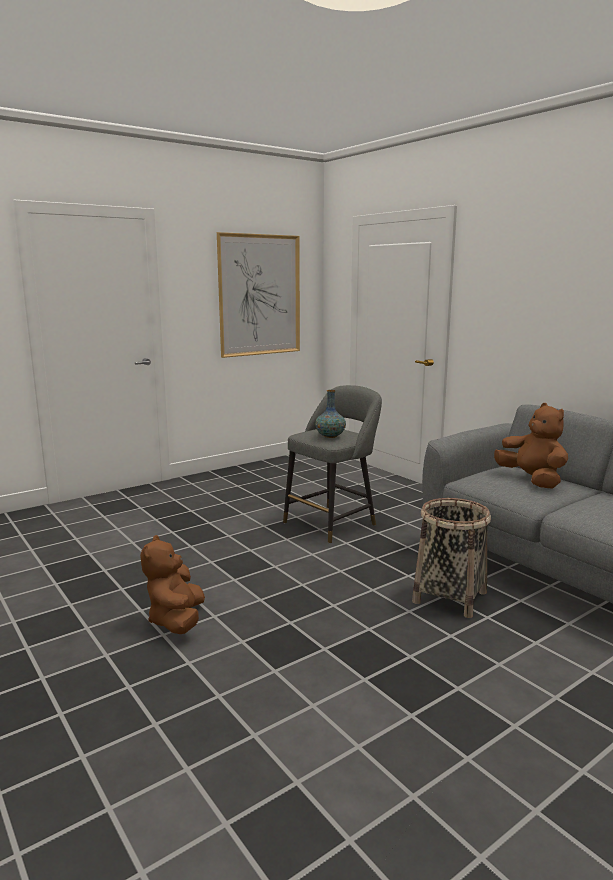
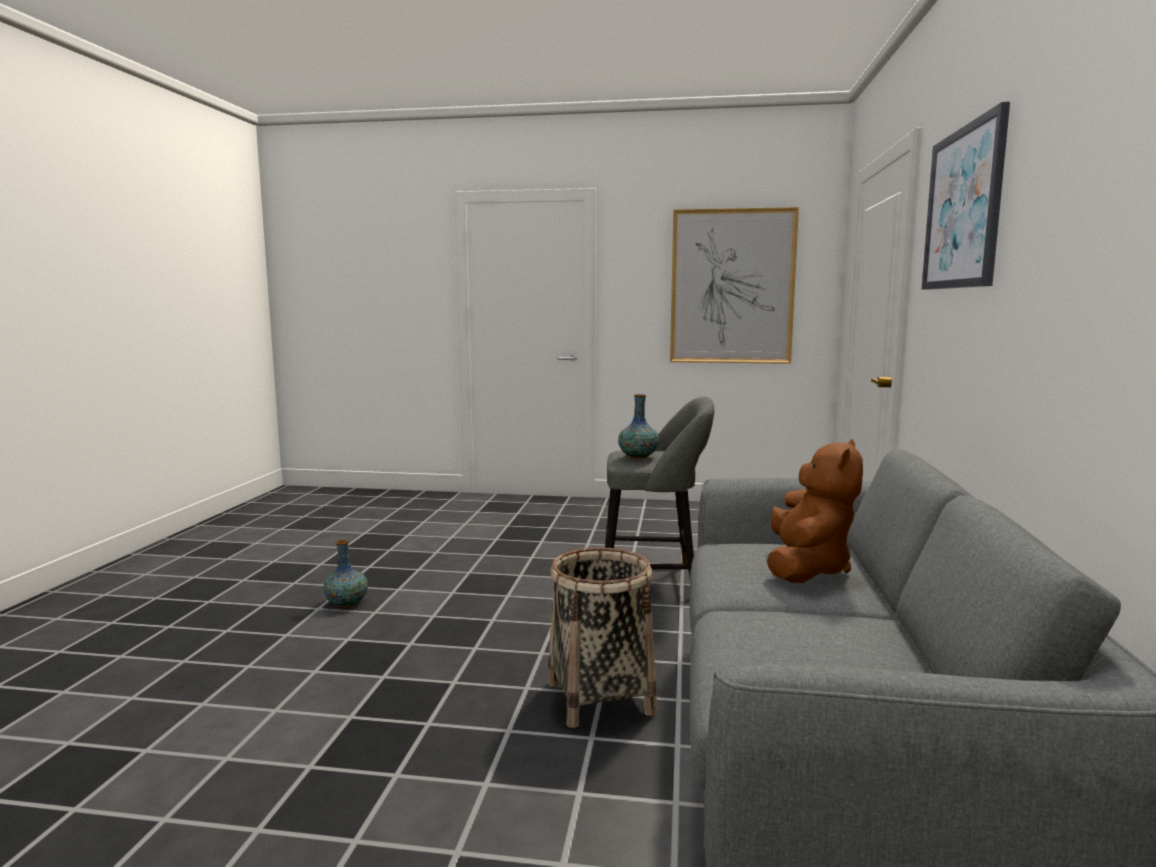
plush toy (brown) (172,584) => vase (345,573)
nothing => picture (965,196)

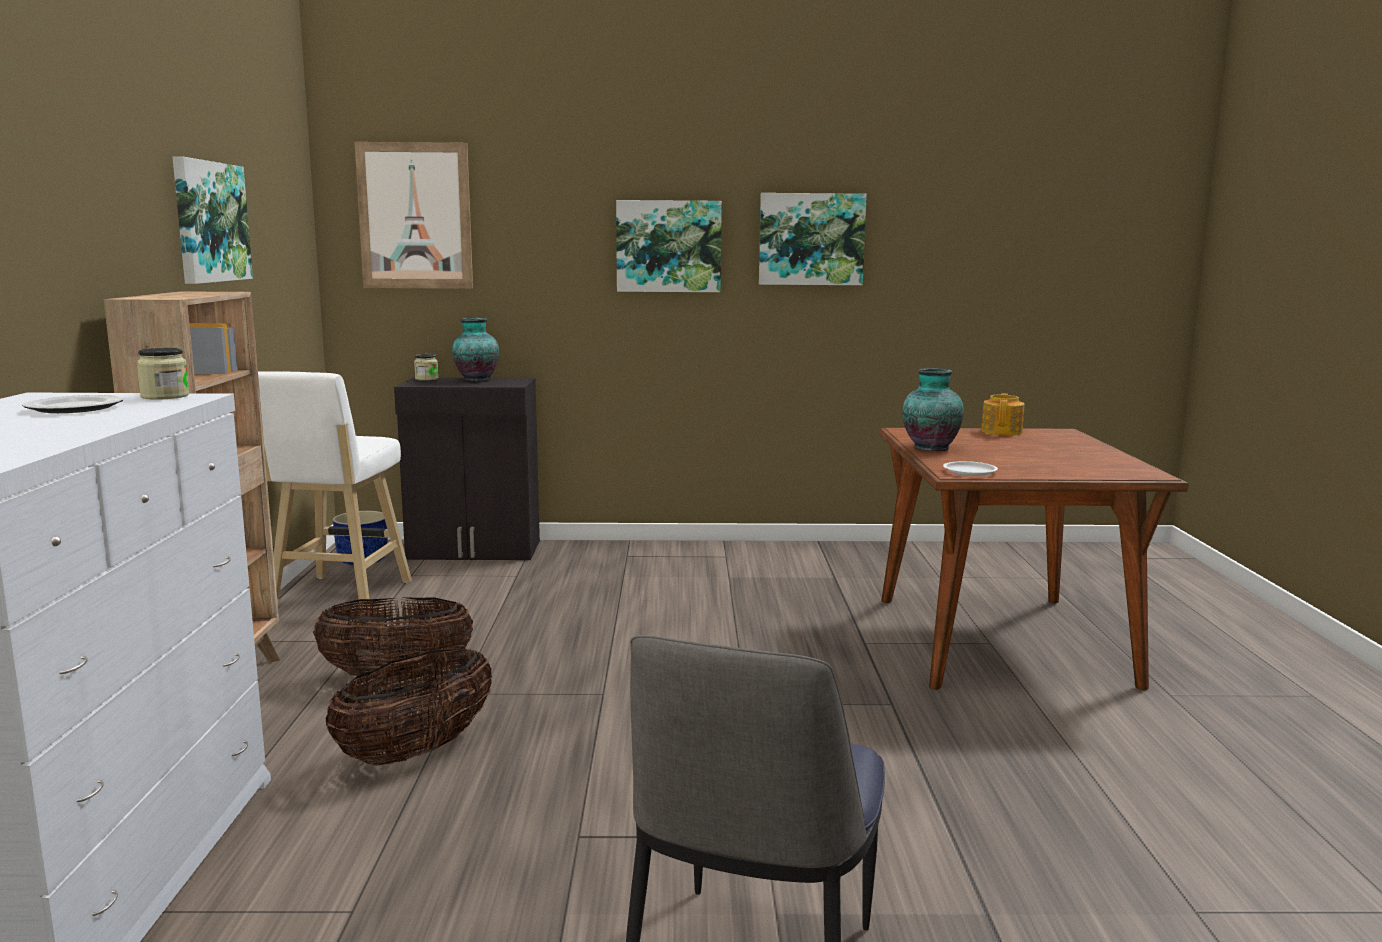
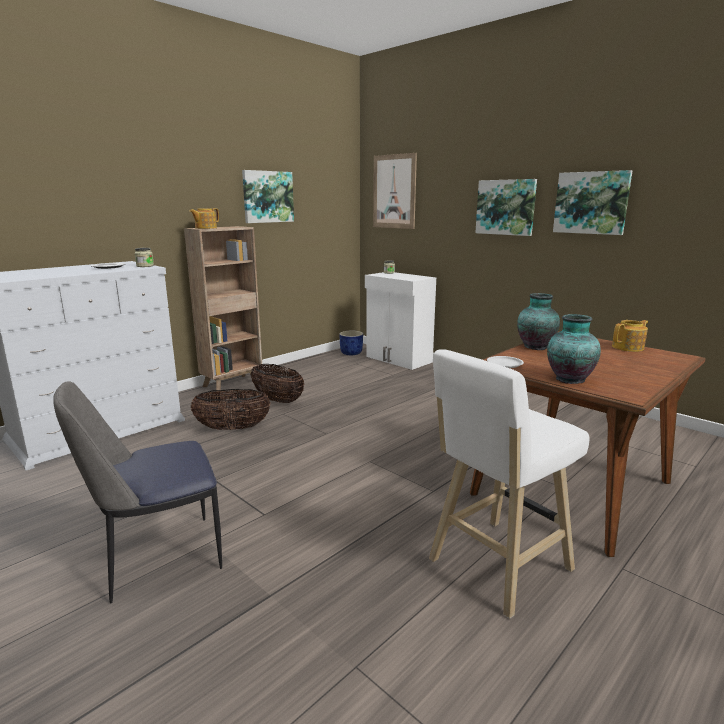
stool (white) (335,492) => stool (white) (509,484), move
cabinet (black) (467,468) => cabinet (white) (400,321)
vase (475,350) => vase (574,349), move
nothing => teapot (204,218)

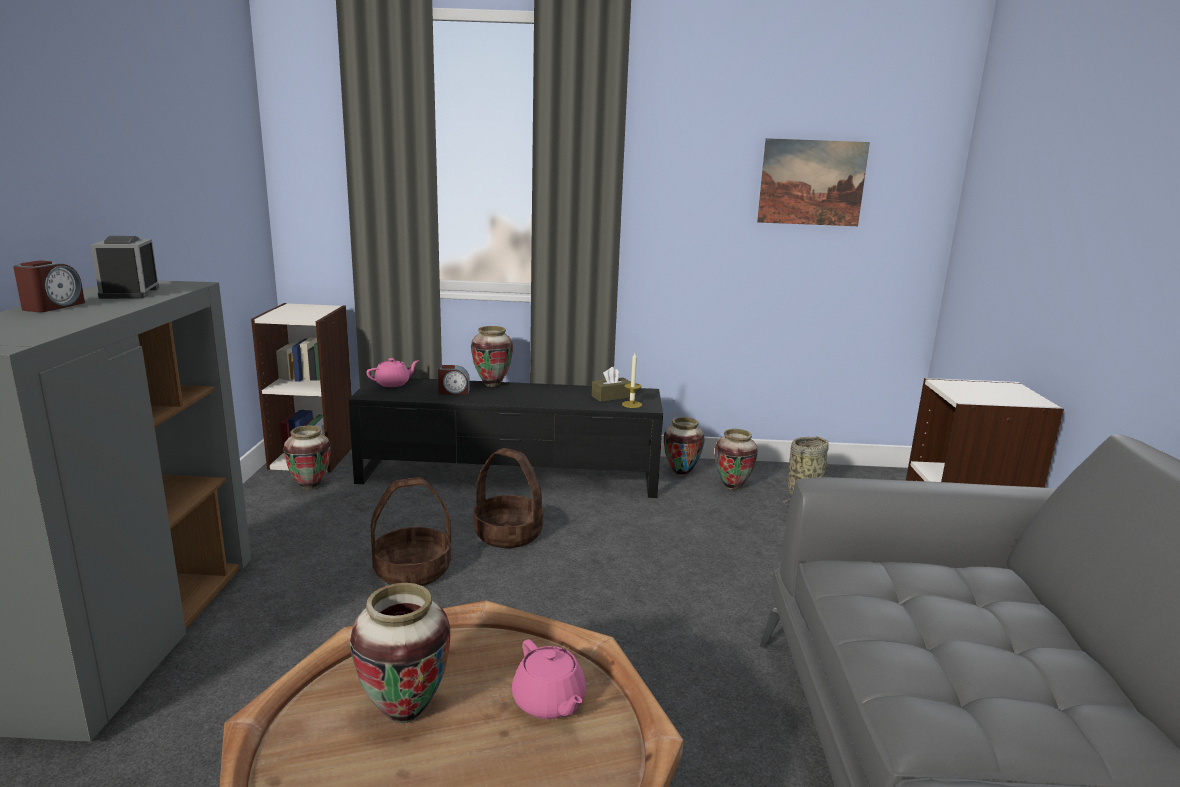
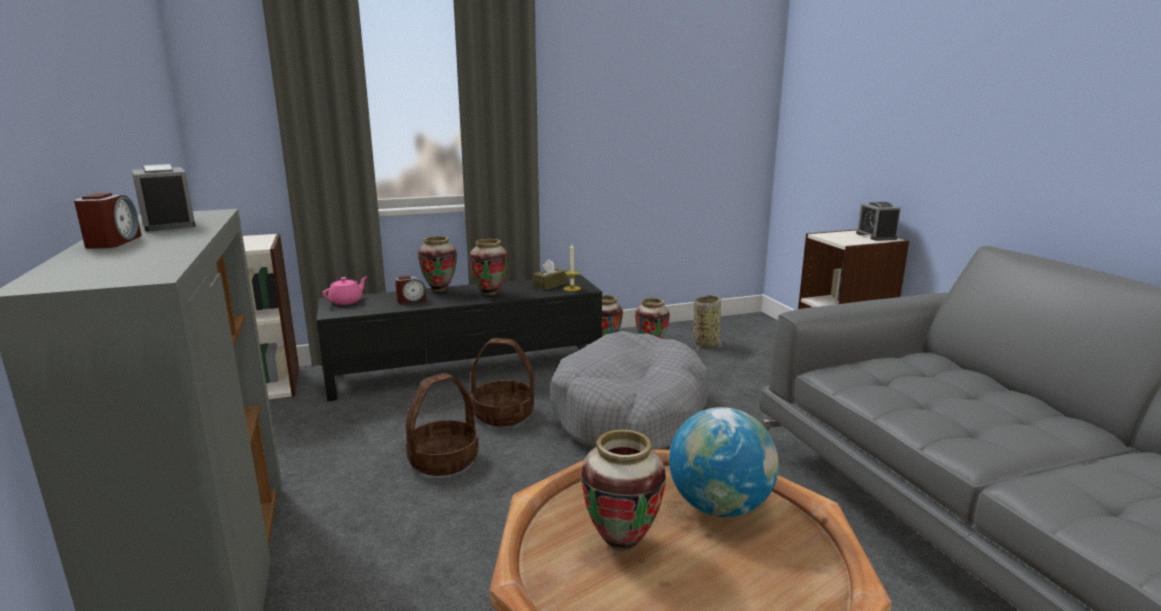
vase (307,458) => vase (488,267), move
teapot (pink) (549,679) => globe (724,462)
picture (813,182) => nothing
nothing => dog bed (grey) (629,390)
nothing => alarm clock (878,221)

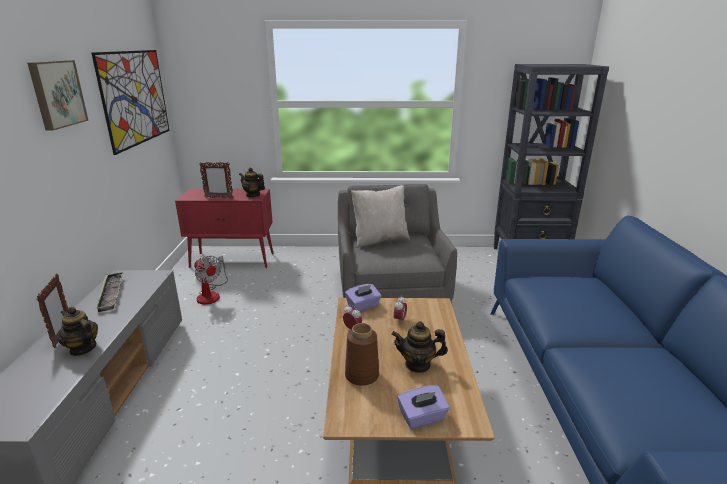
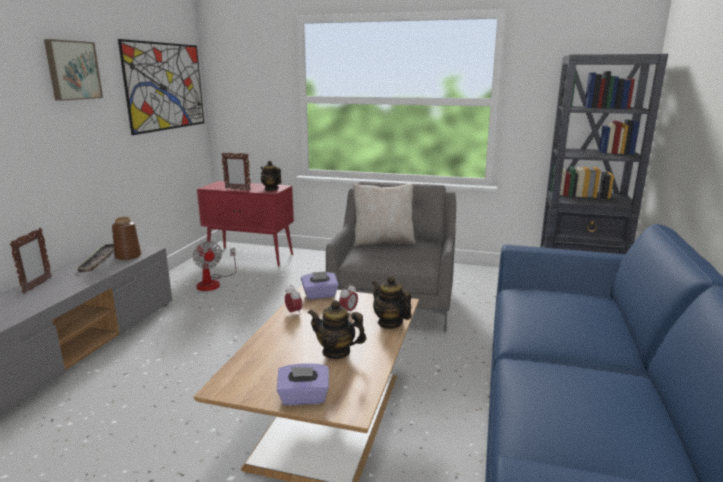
teapot (78,331) => teapot (392,302), move
vase (brown) (362,354) => vase (brown) (126,238), move

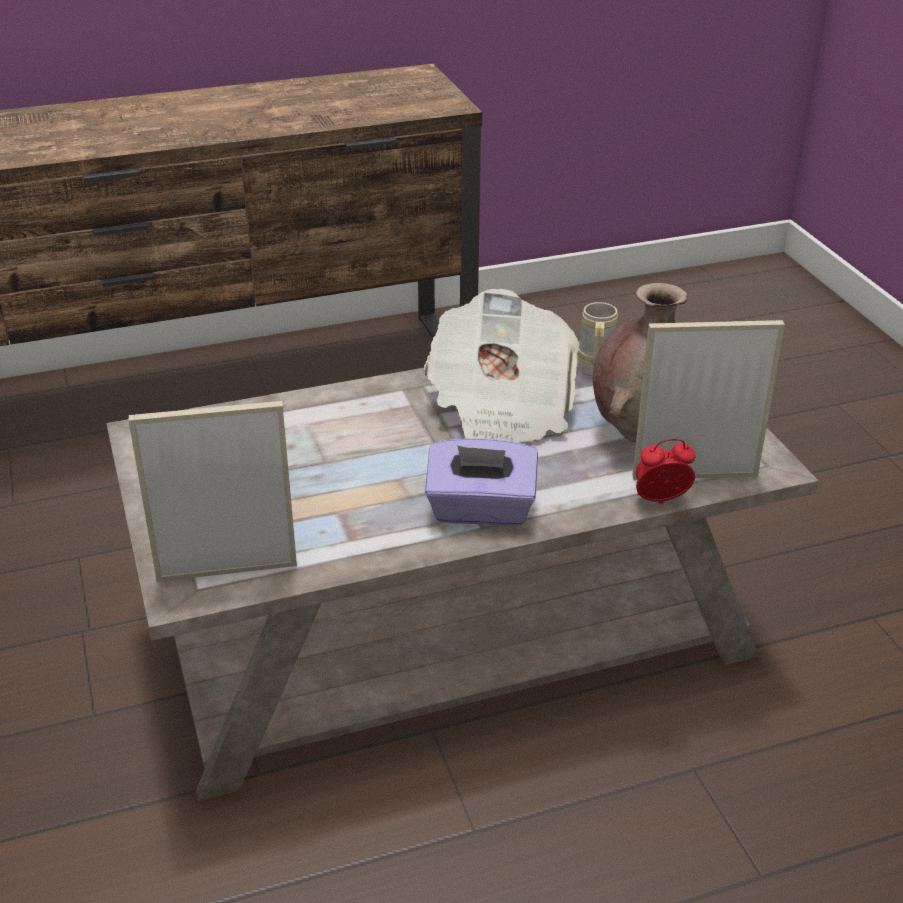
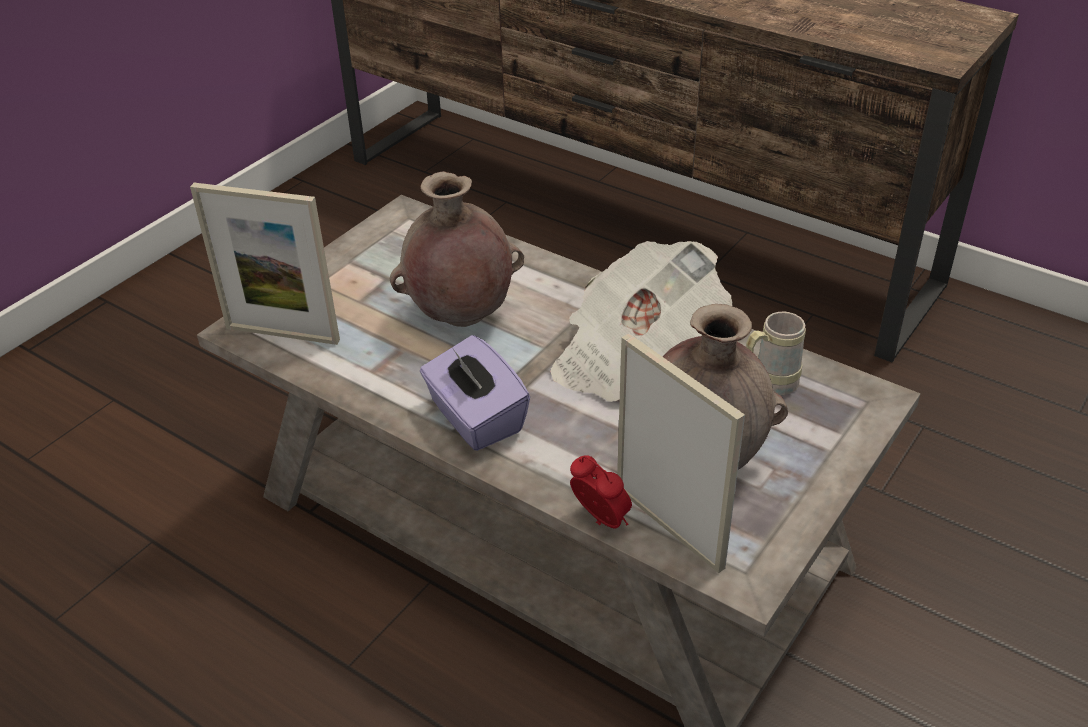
picture frame (212,491) => picture frame (265,264), 150 degrees clockwise
nothing => vase (brown) (457,249)

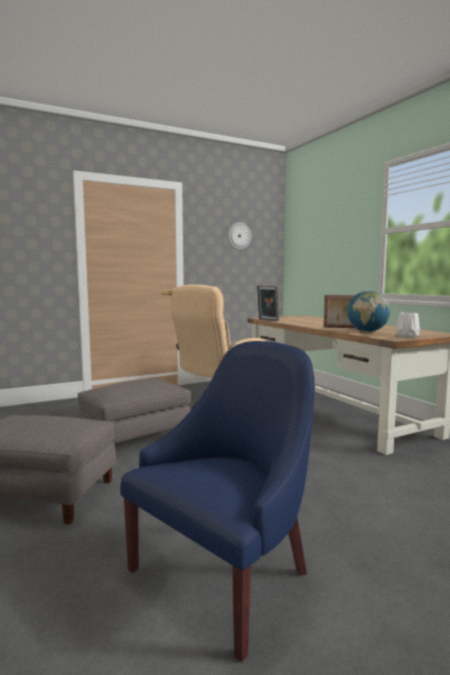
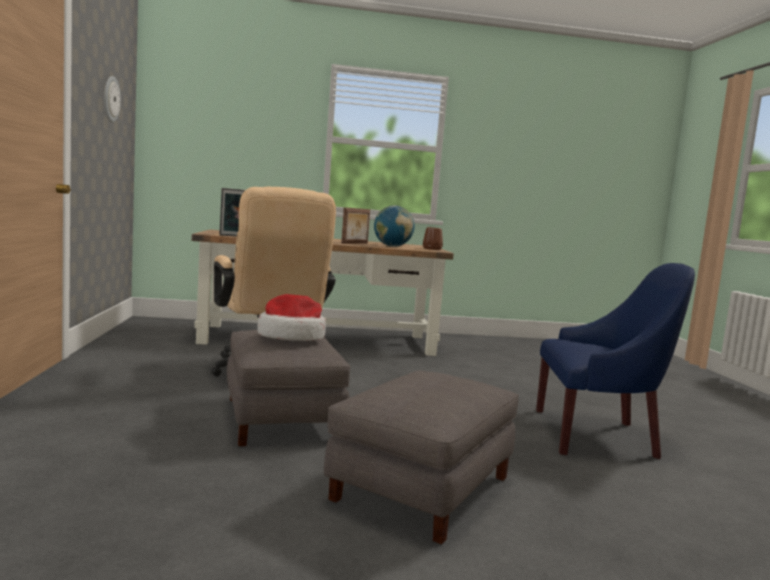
armchair (blue) (217,501) => armchair (blue) (615,361), 120 degrees clockwise
vase (white) (407,325) => vase (brown) (433,238)
nothing => hat (291,317)

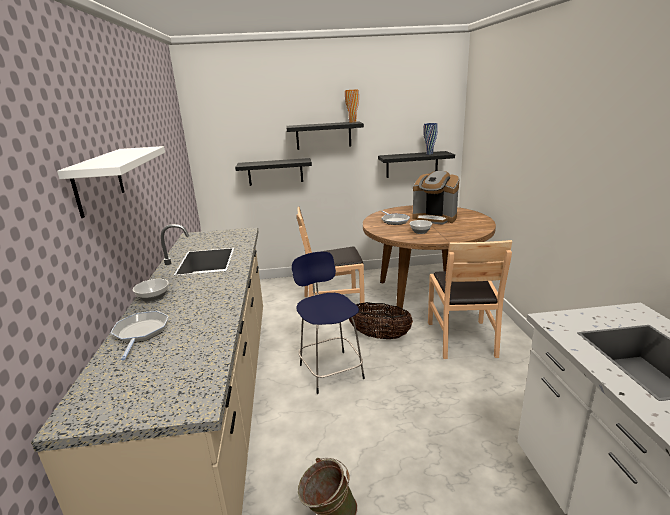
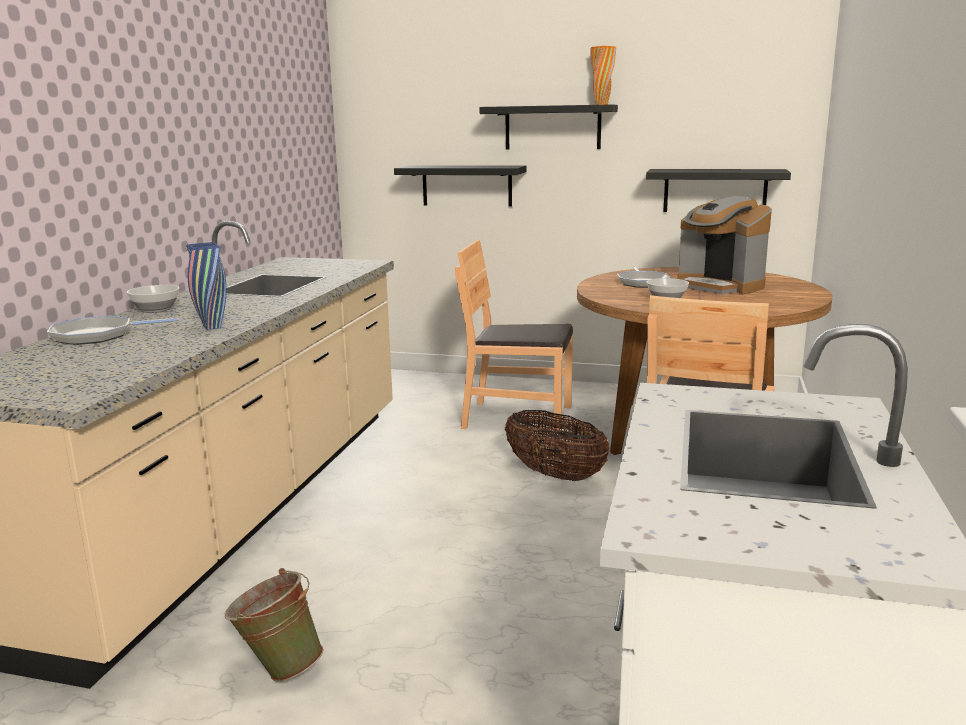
shelf (white) (111,182) => nothing
frying pan (139,336) => frying pan (113,330), 120 degrees counterclockwise
stool (blue) (328,323) => nothing
vase (blue) (430,139) => vase (blue) (206,286), move

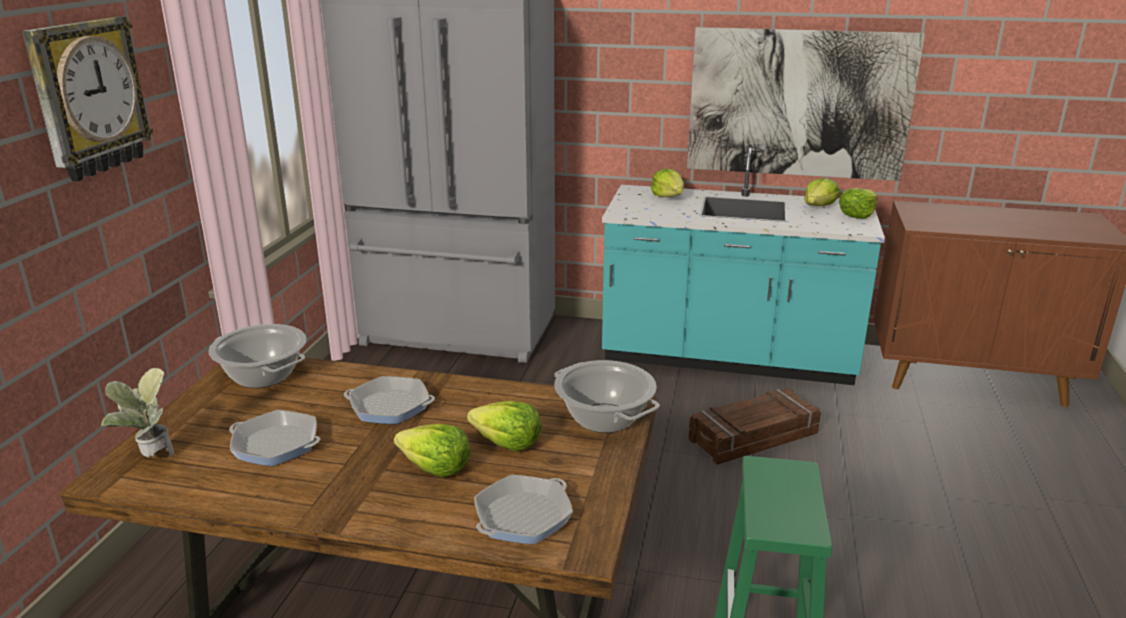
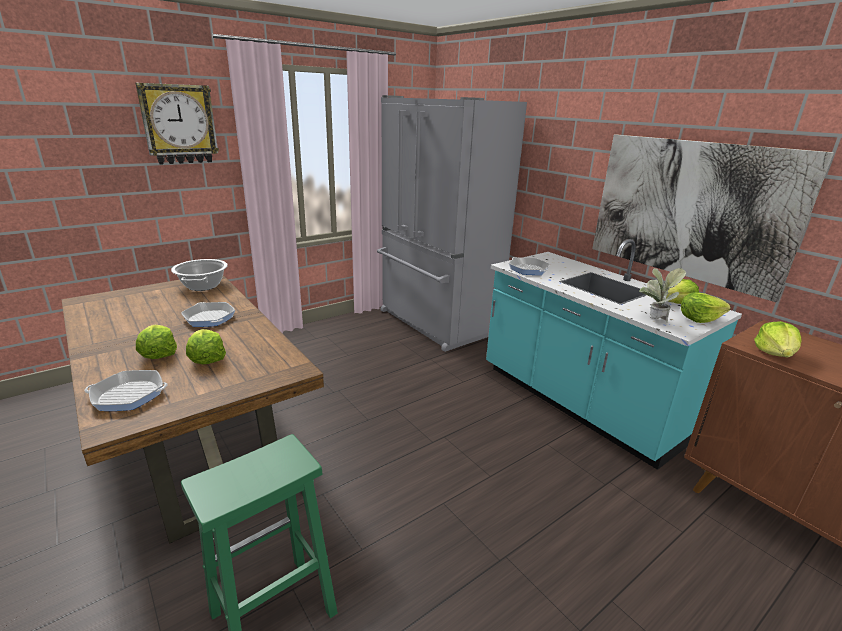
potted plant (137,412) => potted plant (663,295), move
frying pan (274,438) => frying pan (529,266), move
cooking pot (607,396) => nothing
lettuce (667,183) => lettuce (778,339), move
crate (754,426) => nothing

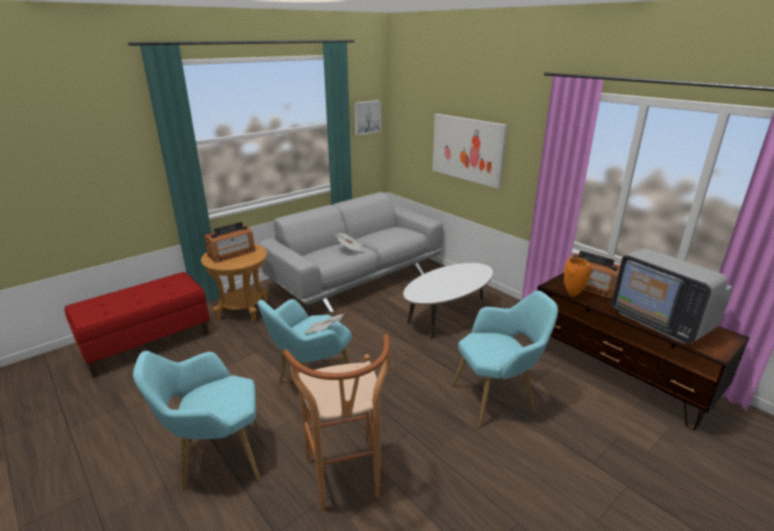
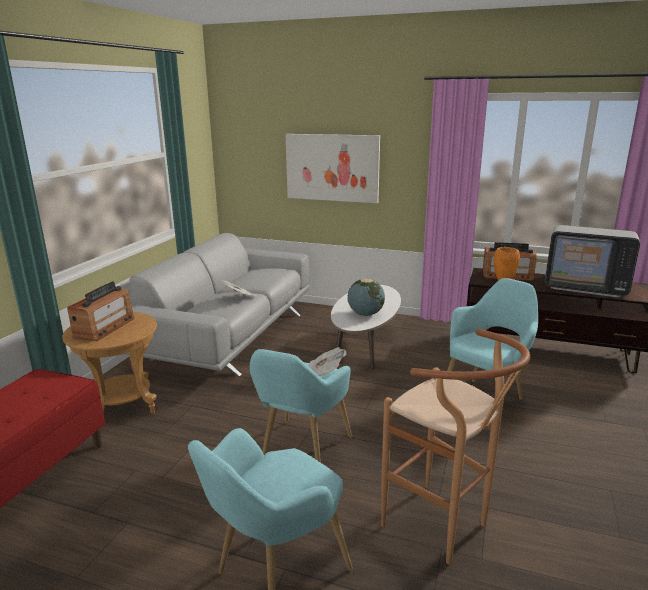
picture (367,117) => nothing
nothing => globe (366,297)

